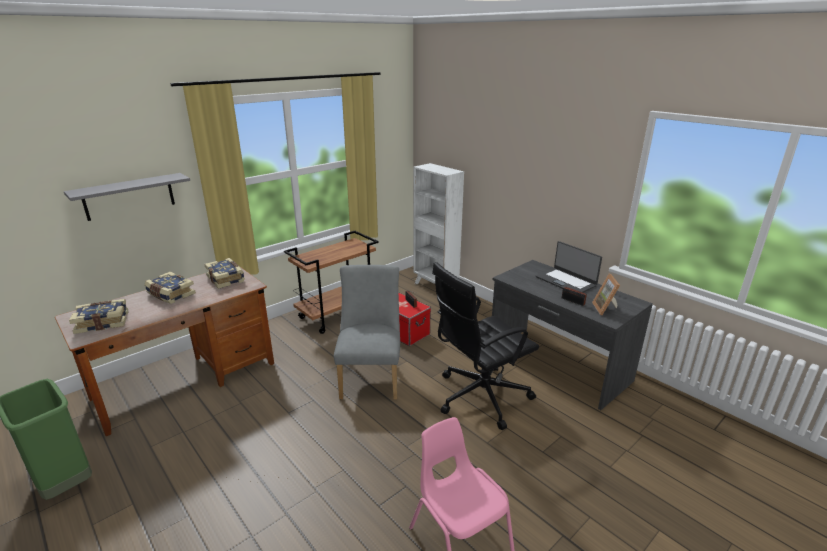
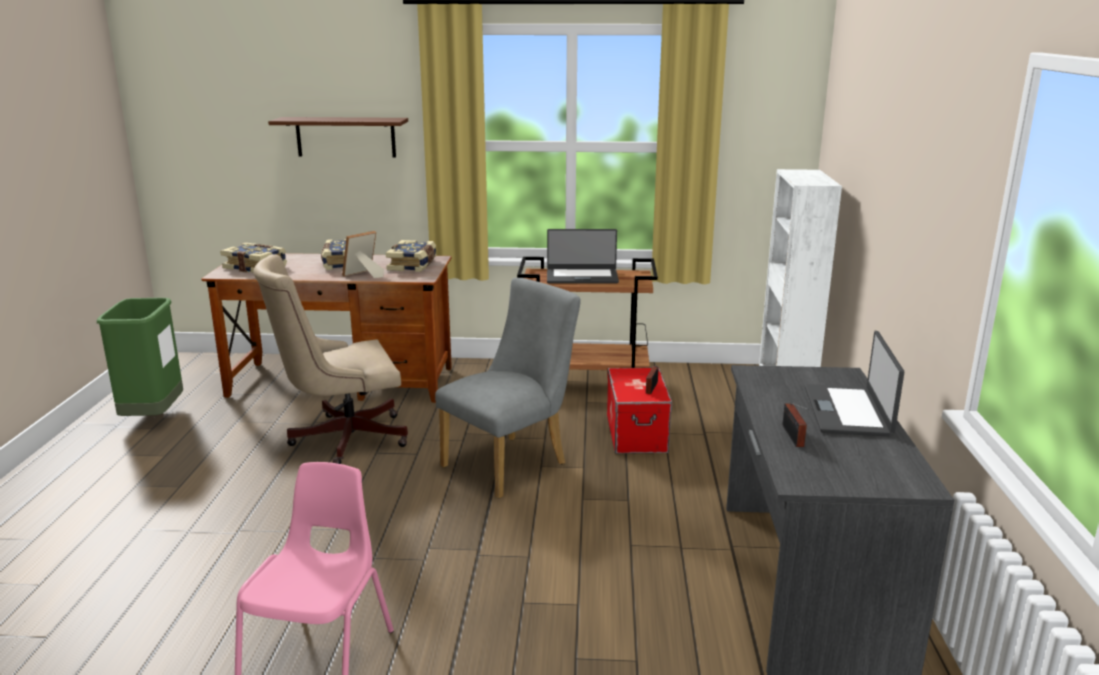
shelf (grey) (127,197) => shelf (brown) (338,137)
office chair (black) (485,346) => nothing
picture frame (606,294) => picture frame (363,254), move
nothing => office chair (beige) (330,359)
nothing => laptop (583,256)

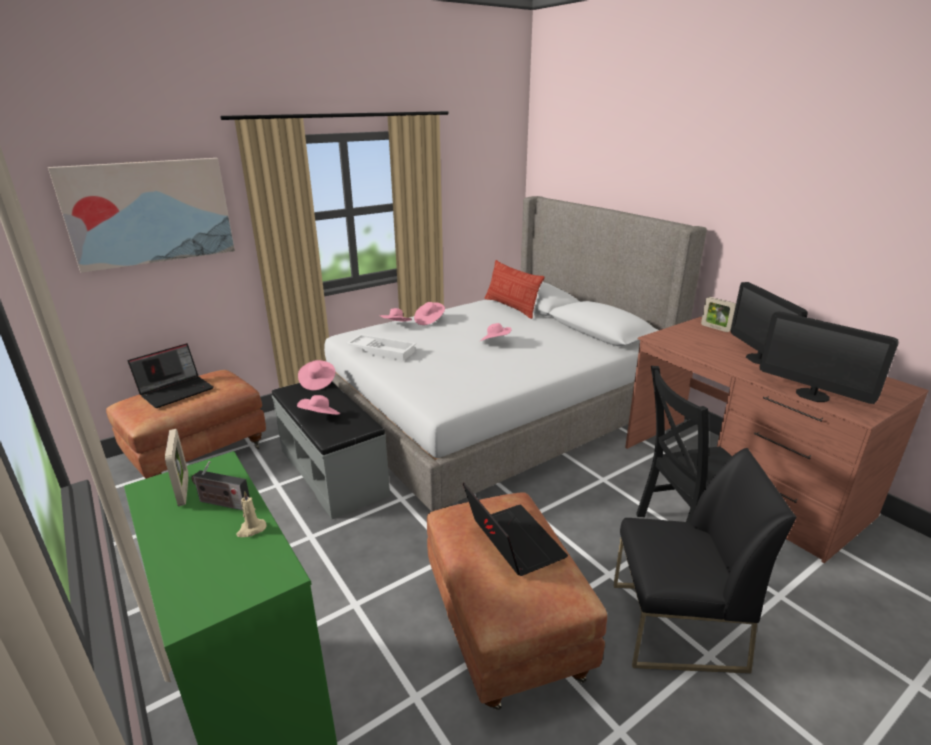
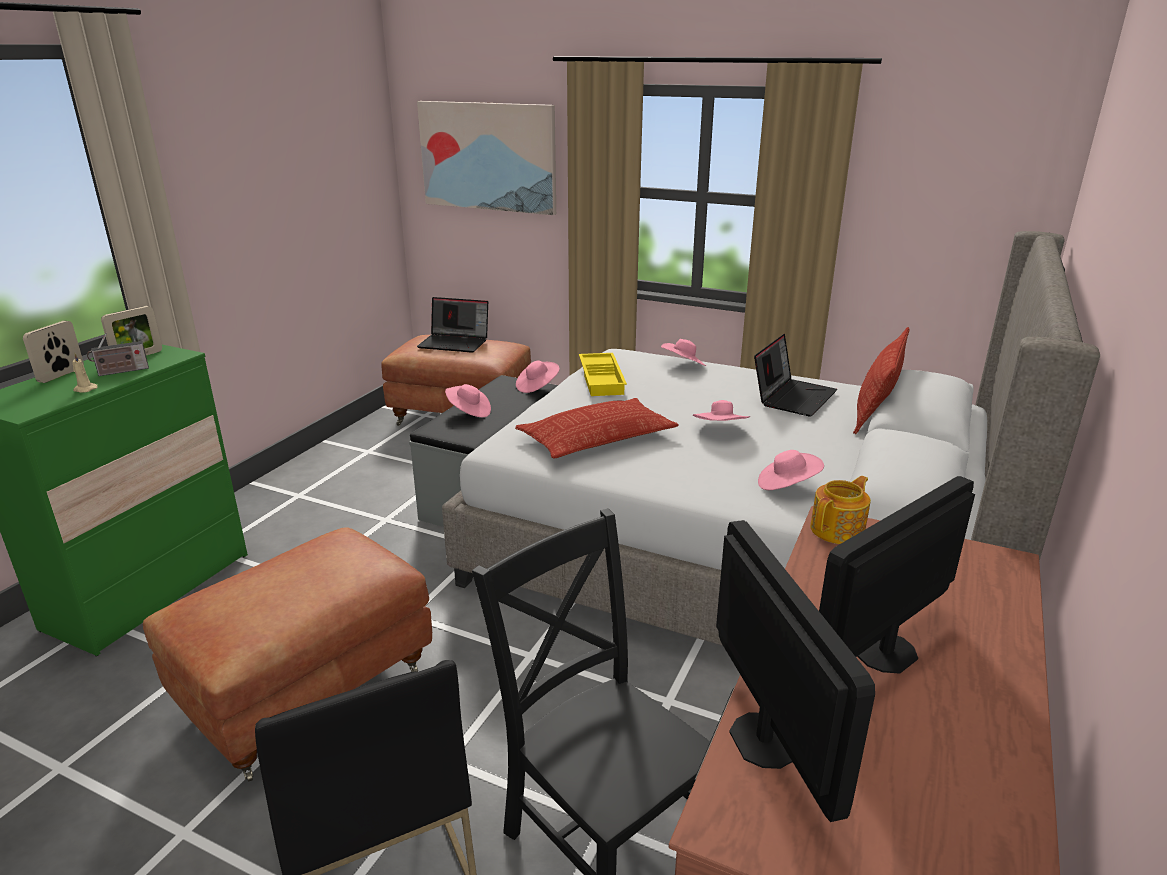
radio (220,485) => radio (118,354), 105 degrees counterclockwise
tray (white) (381,347) => tray (yellow) (603,374)
hat (pink) (429,313) => hat (pink) (791,470), move
laptop (515,529) => laptop (795,375), move
picture frame (718,314) => picture frame (53,352), move
monitor (829,357) => monitor (795,671), 150 degrees clockwise
nothing => pillow (596,428)
nothing => teapot (840,510)

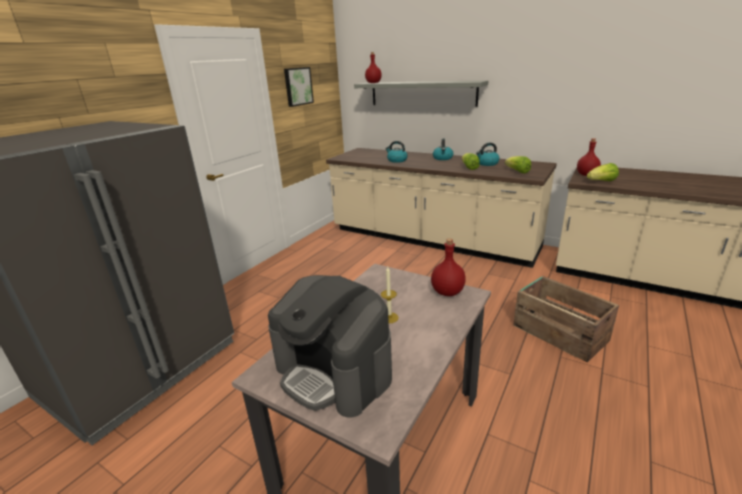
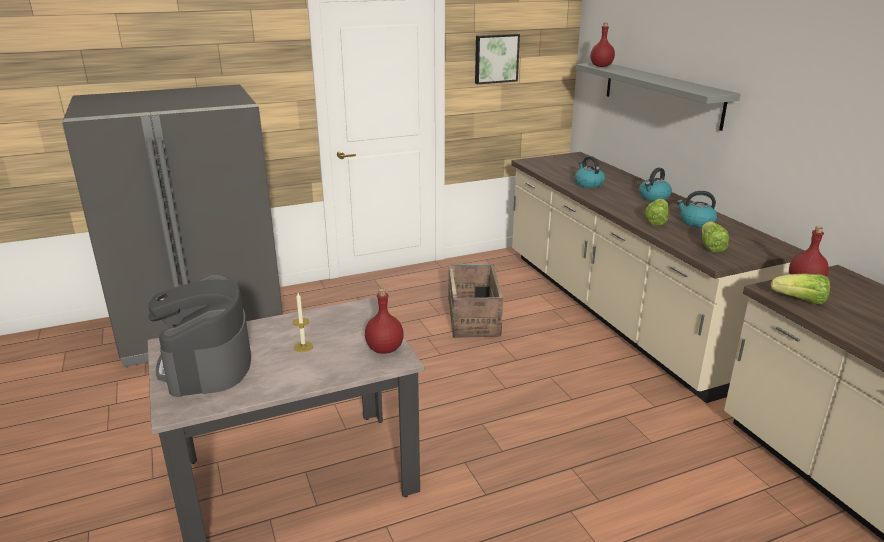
crate (566,319) => crate (476,301), move

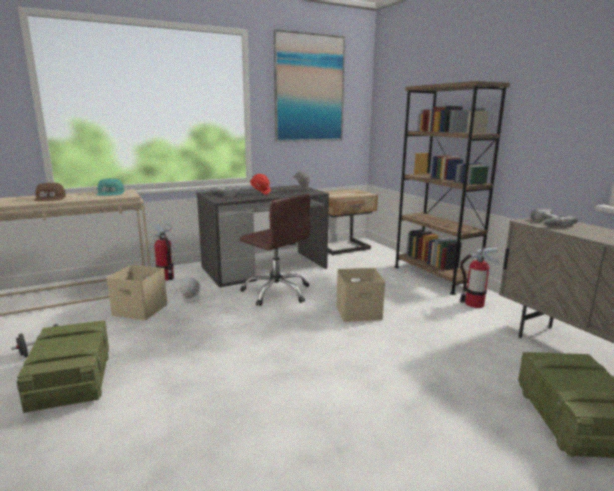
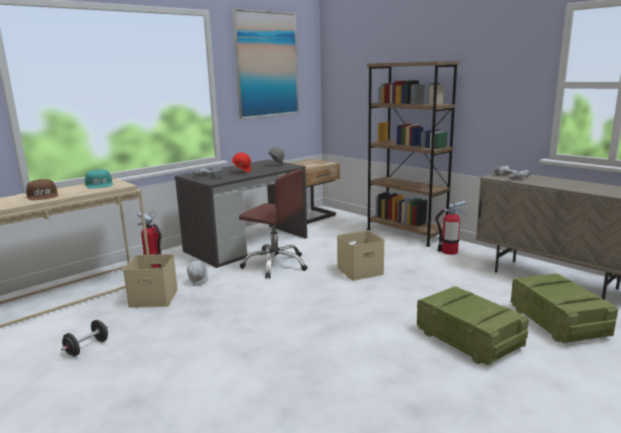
crate (63,366) => crate (473,325), move

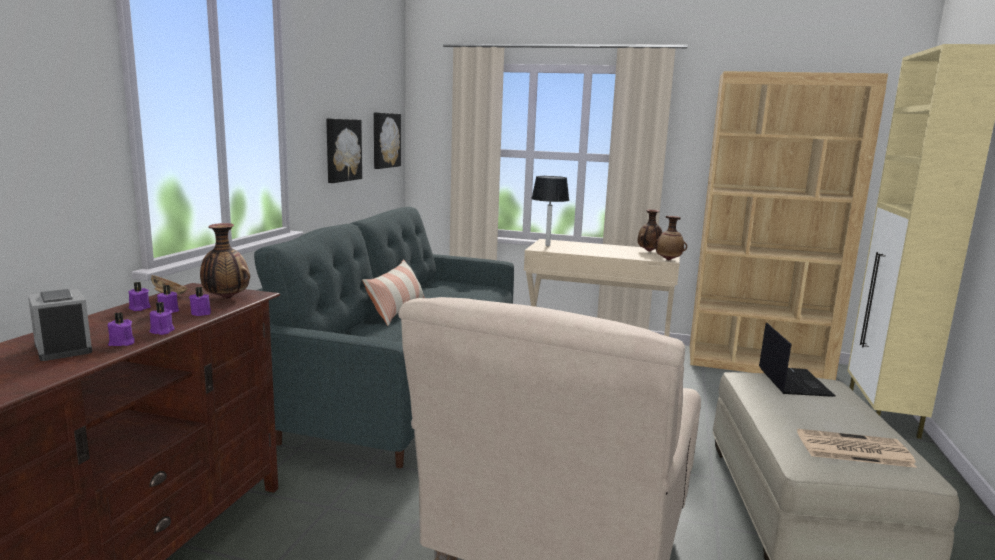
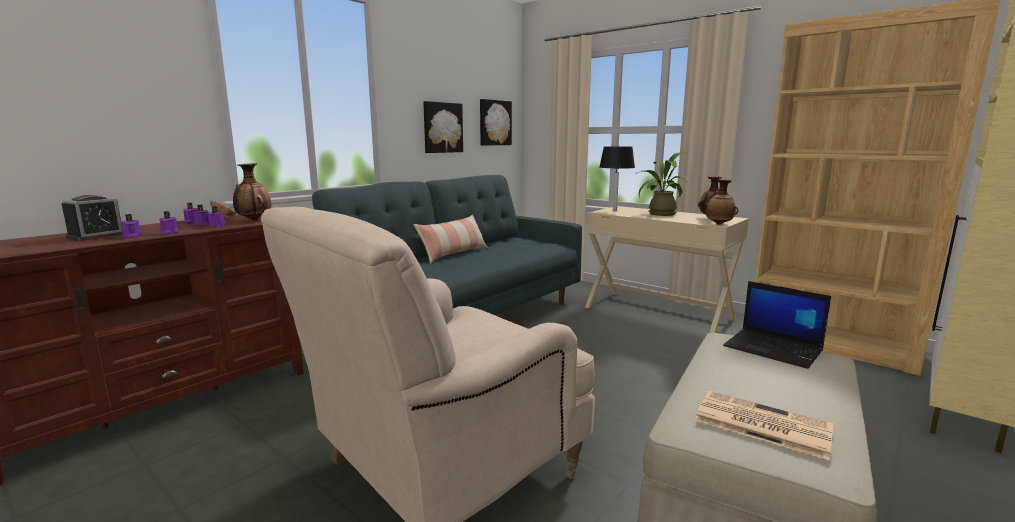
alarm clock (60,325) => alarm clock (91,218), 135 degrees counterclockwise
laptop (797,360) => laptop (777,325), 105 degrees clockwise
nothing => potted plant (660,184)

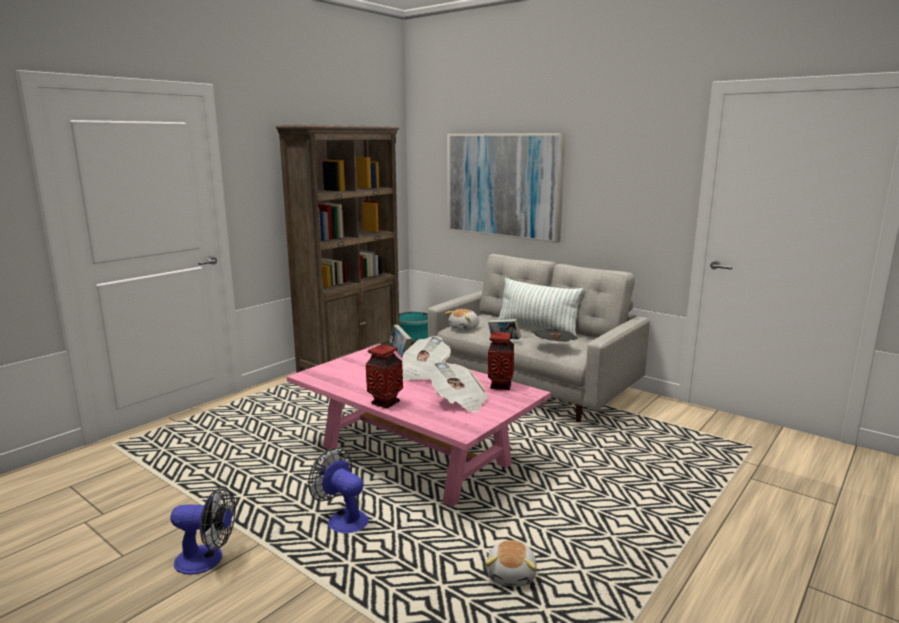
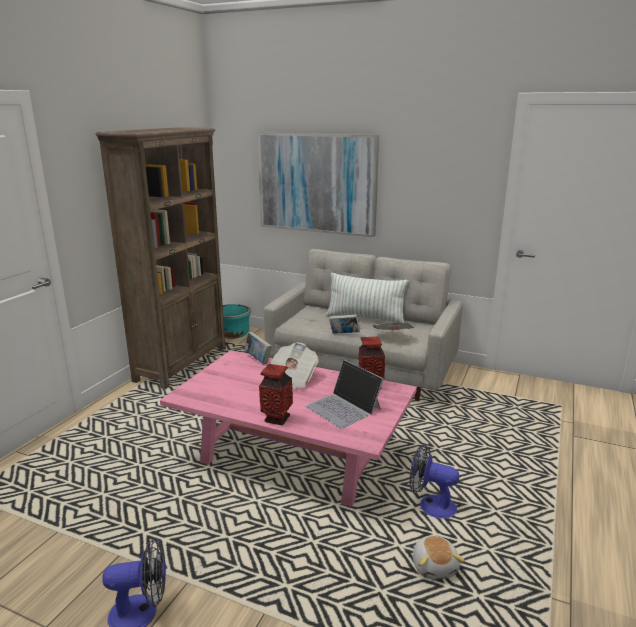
fan (338,490) => fan (434,481), move
newspaper (458,387) => laptop (344,394)
plush toy (462,320) => nothing

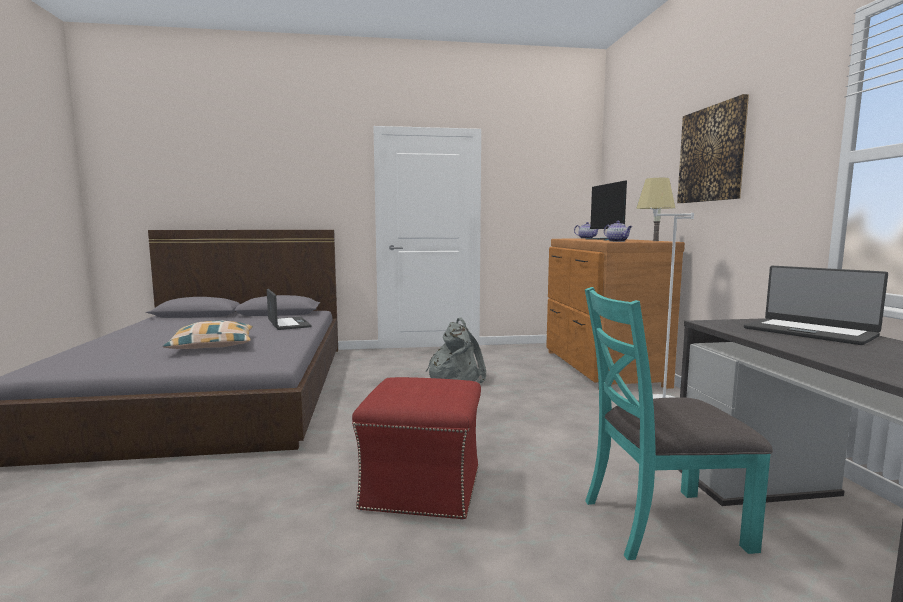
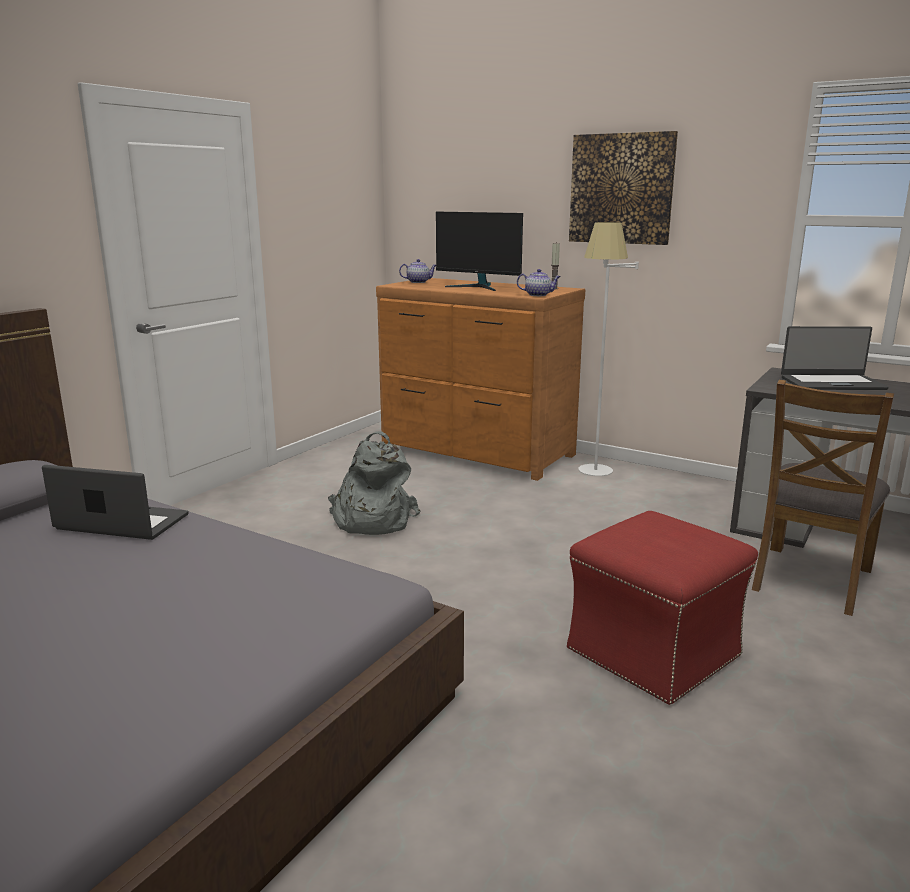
pillow (208,334) => nothing
chair (turquoise) (679,423) => chair (brown) (823,498)

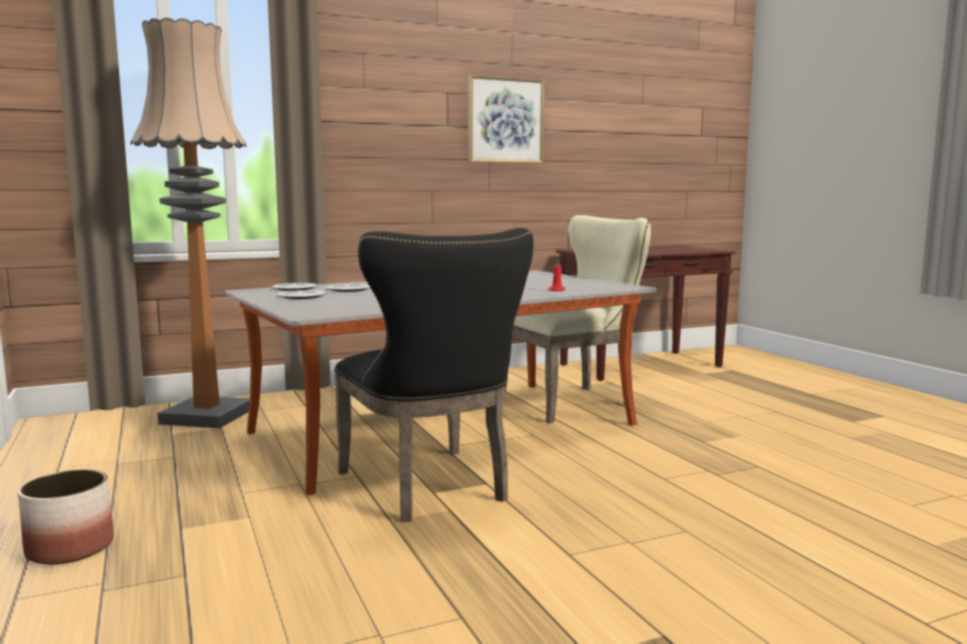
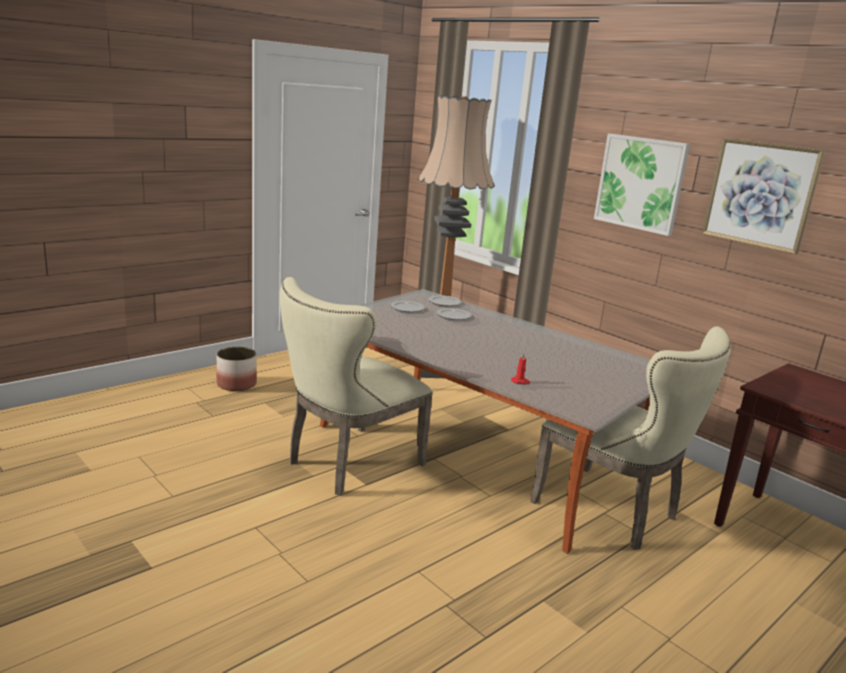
chair (black) (433,375) => chair (beige) (356,386)
nothing => picture (642,185)

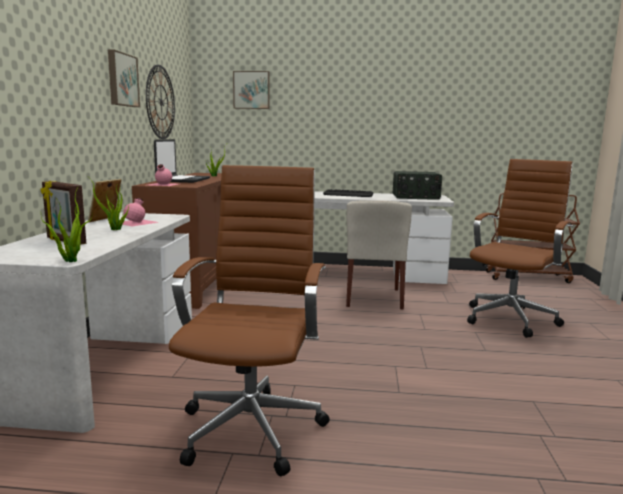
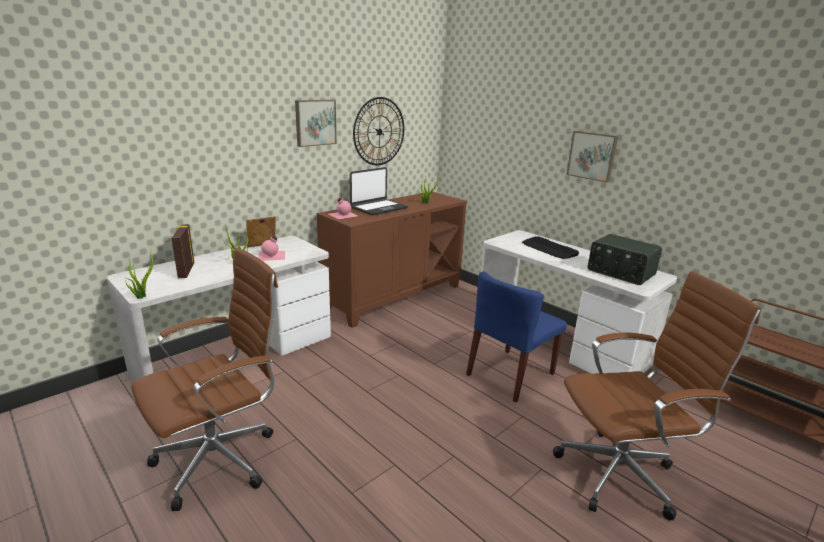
picture (251,90) => picture (592,157), move
chair (beige) (379,254) => chair (blue) (516,336)

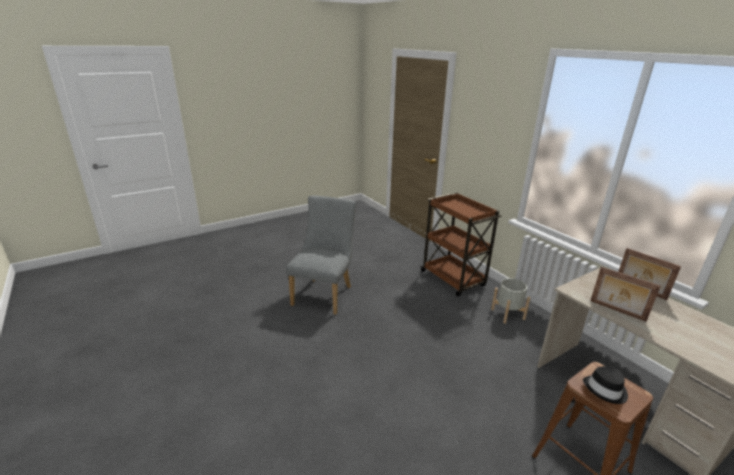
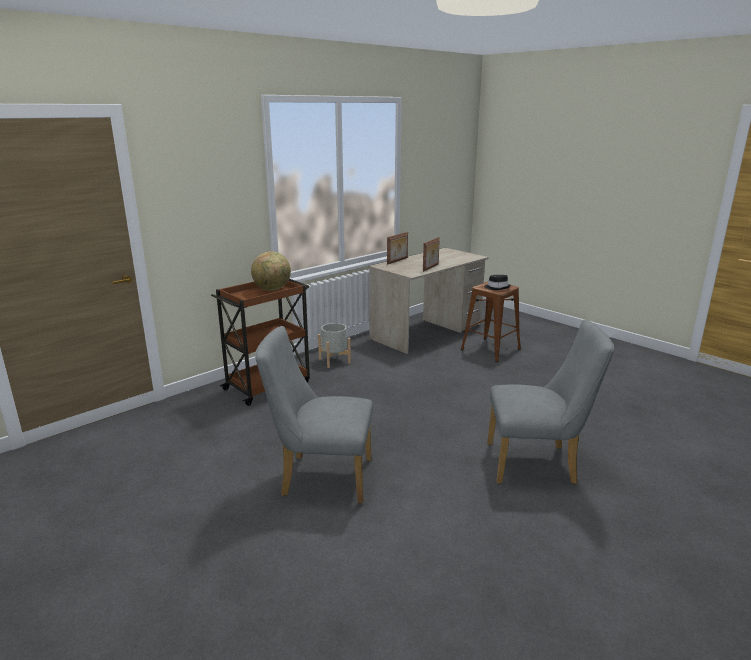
nothing => globe (271,271)
nothing => chair (grey) (550,402)

